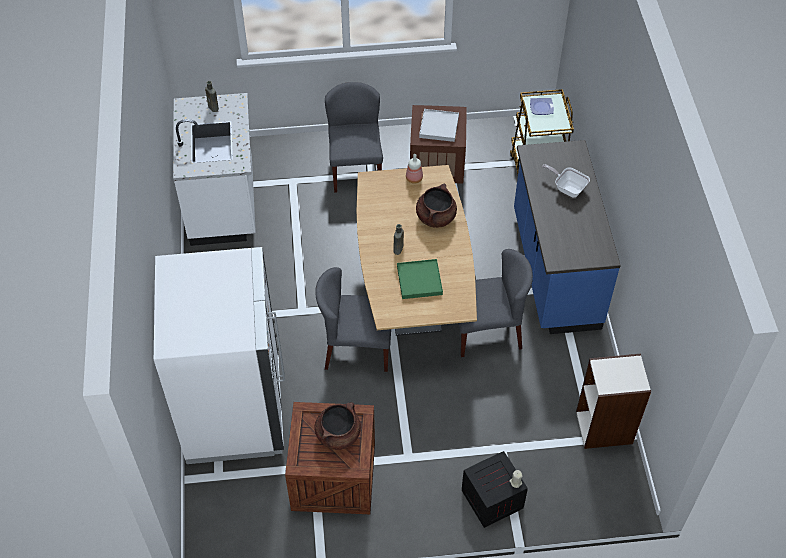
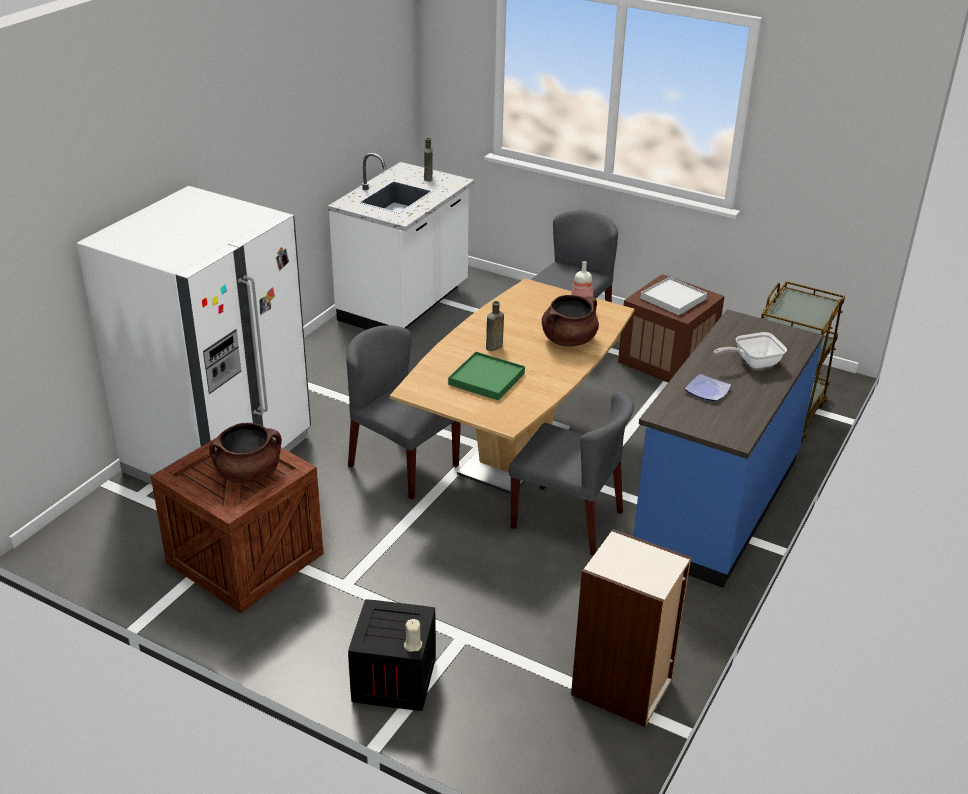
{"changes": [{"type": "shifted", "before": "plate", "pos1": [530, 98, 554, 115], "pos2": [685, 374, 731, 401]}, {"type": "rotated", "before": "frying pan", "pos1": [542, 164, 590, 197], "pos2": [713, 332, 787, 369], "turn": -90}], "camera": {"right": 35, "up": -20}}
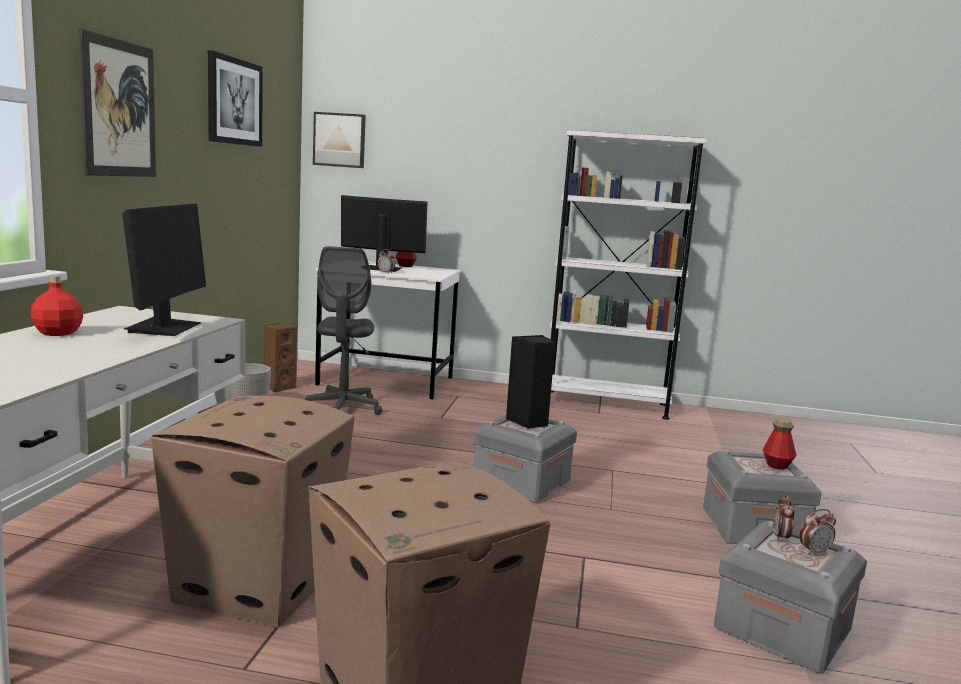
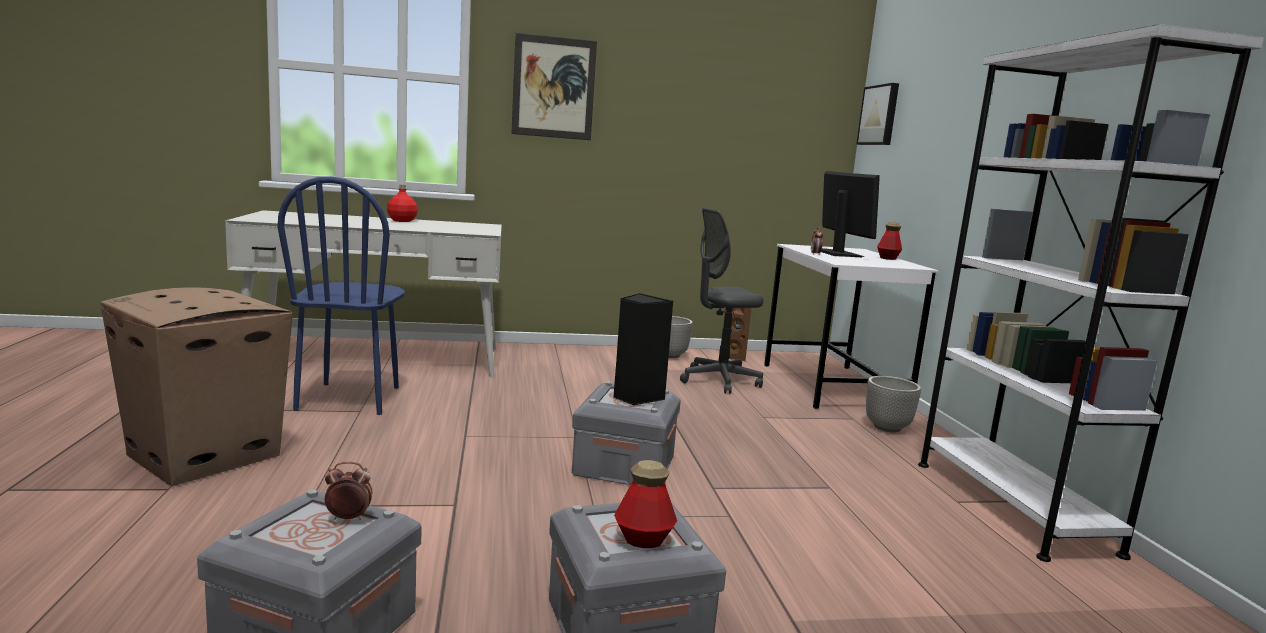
{"changes": [{"type": "swapped", "before": "cardboard box", "after": "blue chair", "pos1": [151, 395, 354, 628], "pos2": [278, 176, 405, 415]}, {"type": "new", "after": "planter", "pos2": [866, 376, 921, 433]}, {"type": "gone", "before": "monitor", "pos1": [122, 204, 206, 336]}, {"type": "gone", "before": "picture", "pos1": [208, 50, 263, 147]}, {"type": "gone", "before": "alarm clock", "pos1": [799, 509, 836, 555]}], "camera": {"right": 70, "up": 0}}
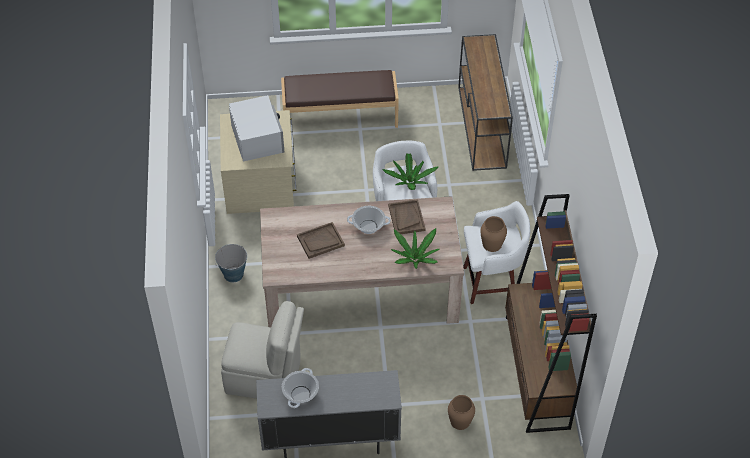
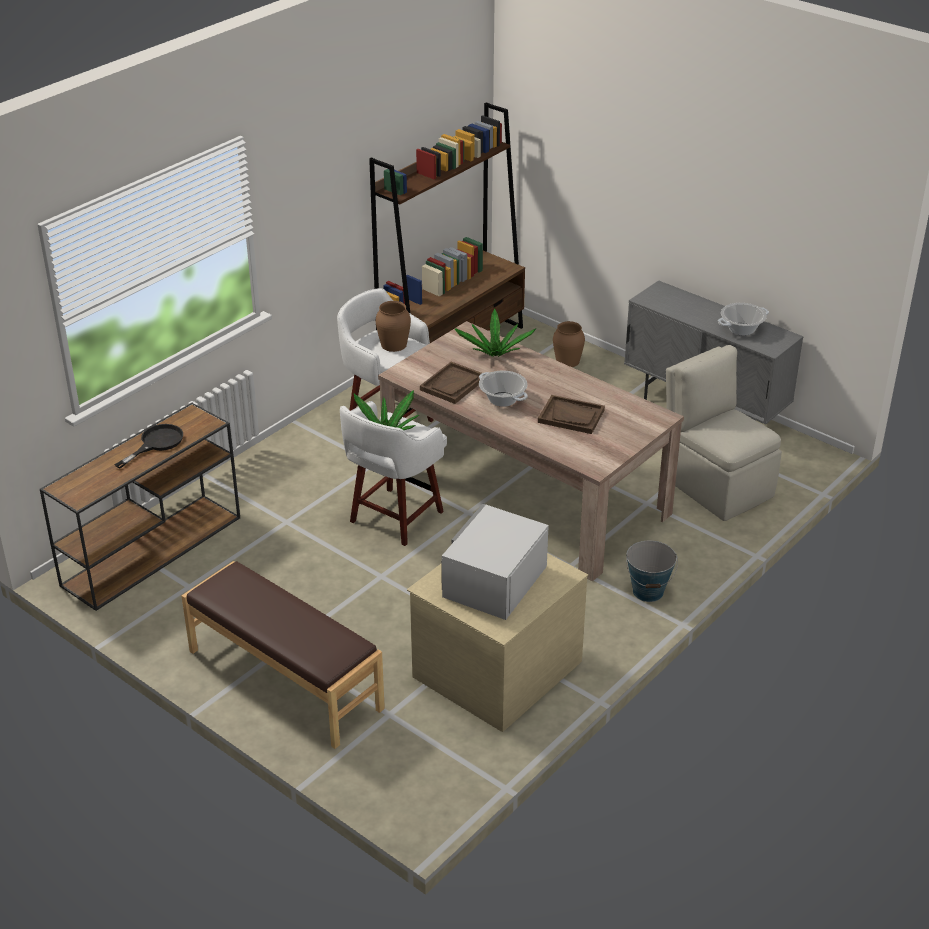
{"changes": [{"type": "new", "after": "black frying pan", "pos2": [115, 424, 183, 469]}], "camera": {"right": -135, "up": -15}}
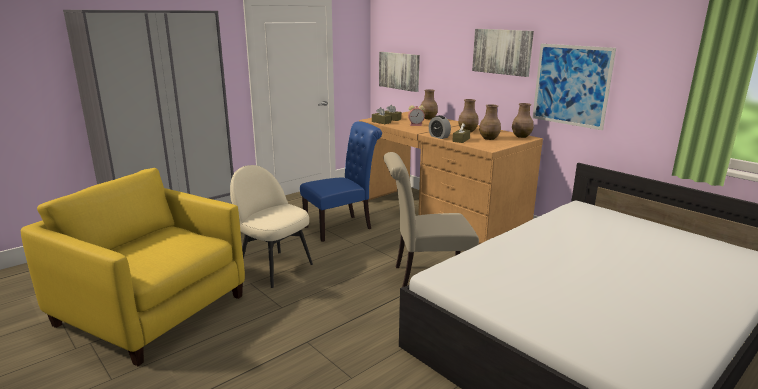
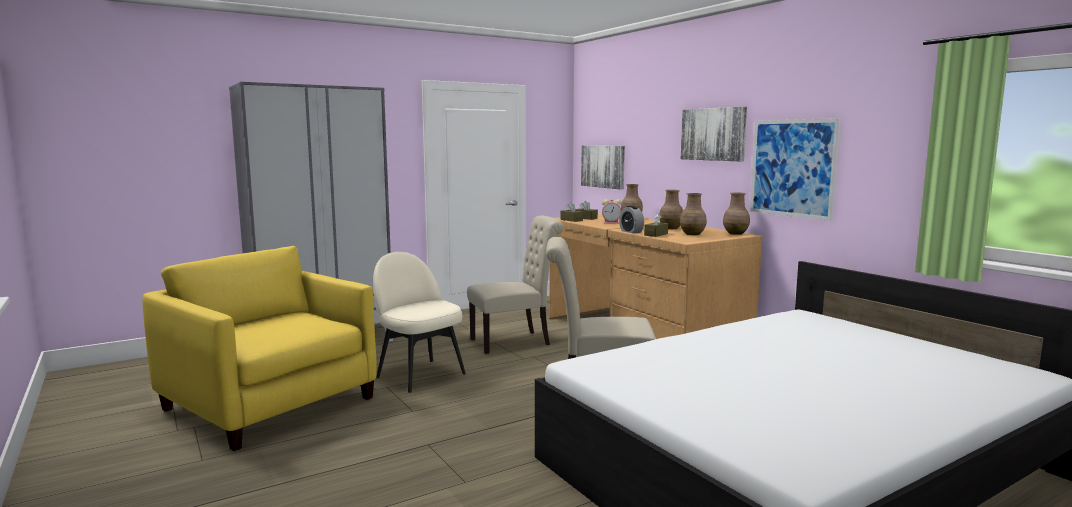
{"changes": [{"type": "repainted", "before": "blue chair", "after": "beige chair", "pos1": [300, 121, 382, 242], "pos2": [467, 216, 564, 354]}], "camera": {"right": 10, "up": -10}}
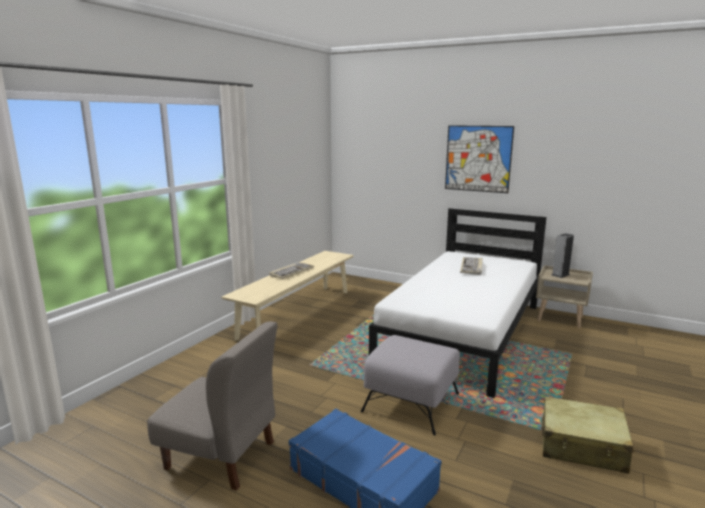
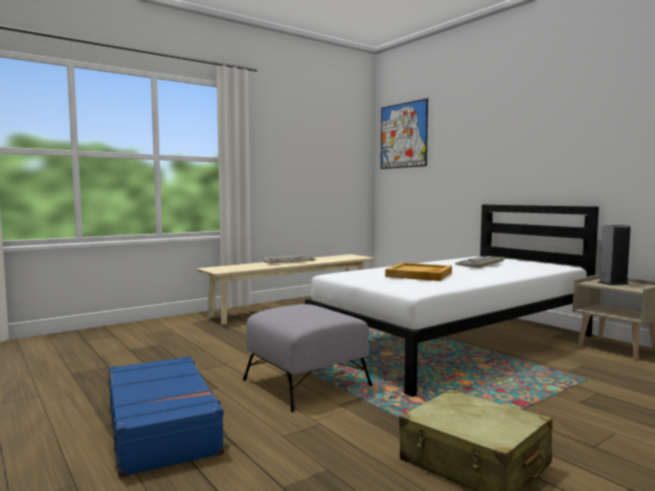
{"changes": [{"type": "shifted", "before": "picture", "pos1": [445, 125, 514, 193], "pos2": [381, 98, 428, 169]}, {"type": "new", "after": "beige tray", "pos2": [385, 263, 452, 281]}, {"type": "gone", "before": "grey chair", "pos1": [147, 322, 278, 490]}], "camera": {"right": 25, "up": -10}}
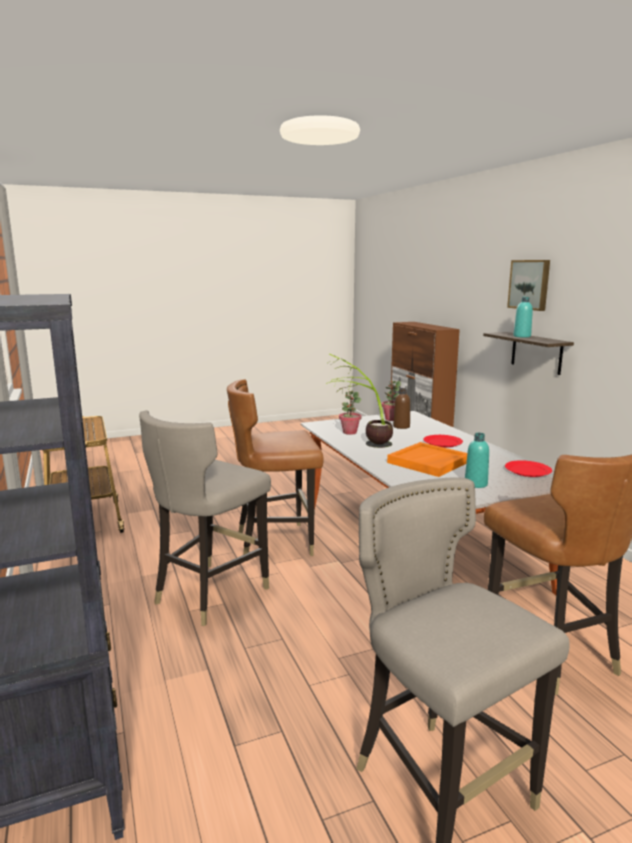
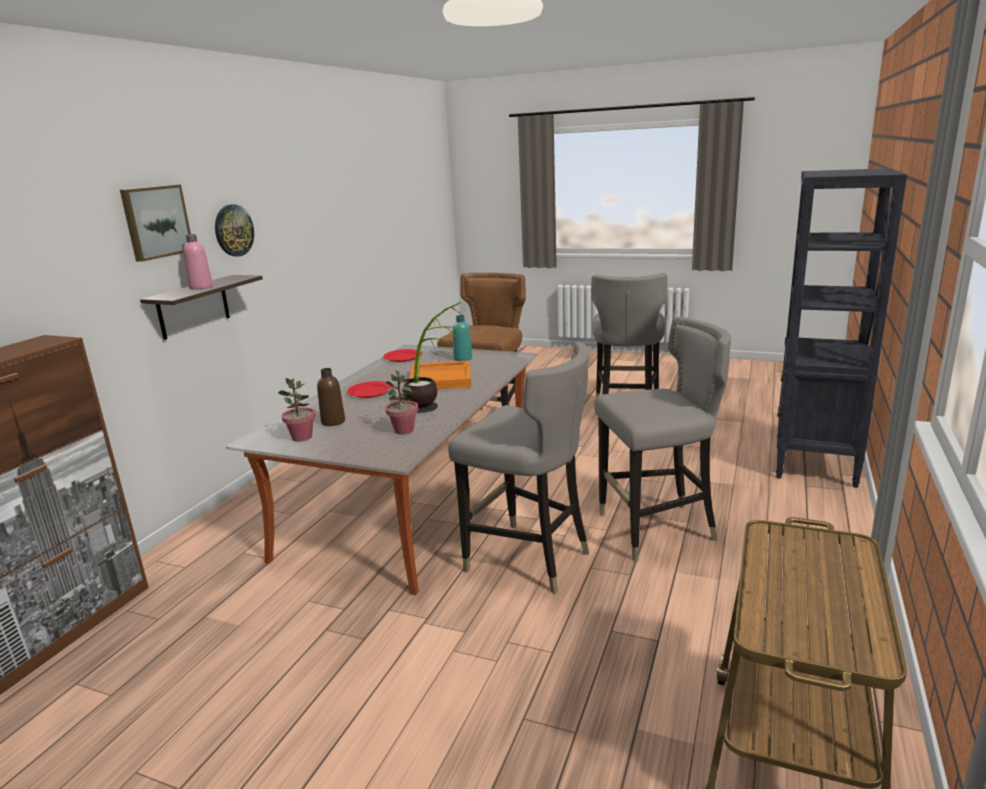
{"changes": [{"type": "repainted", "before": "turquoise bottle", "after": "pink bottle", "pos1": [513, 297, 533, 338], "pos2": [183, 234, 213, 290]}, {"type": "new", "after": "wall clock", "pos2": [215, 204, 254, 256]}, {"type": "swapped", "before": "brown chair", "after": "grey stool", "pos1": [227, 379, 324, 556], "pos2": [448, 342, 589, 594]}], "camera": {"right": -135, "up": 5}}
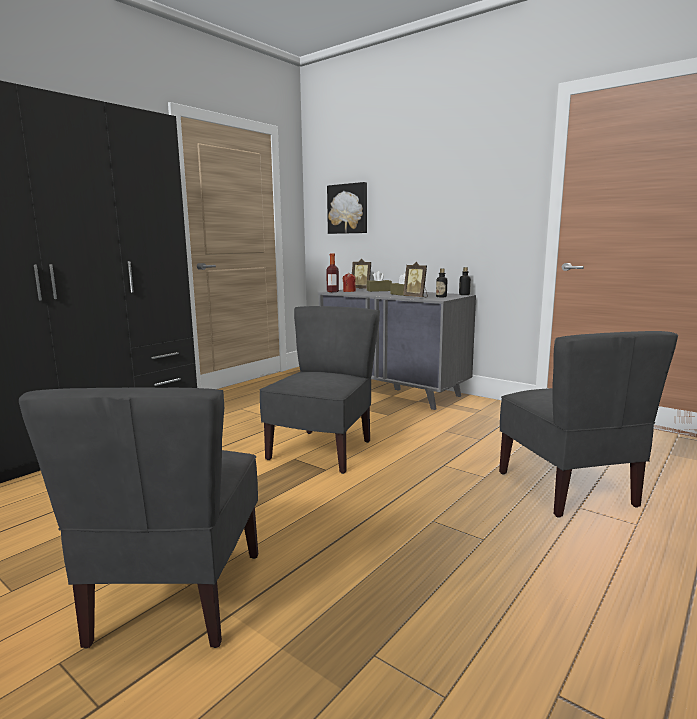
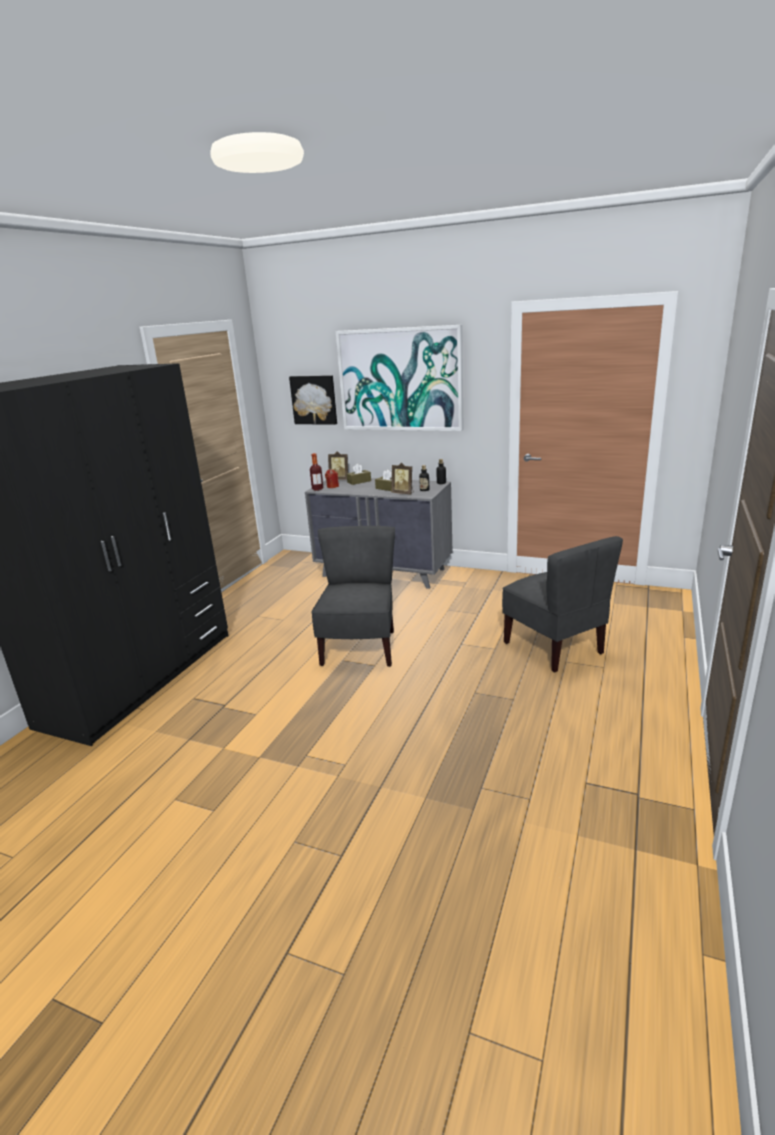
{"changes": [{"type": "new", "after": "picture", "pos2": [336, 325, 464, 431]}, {"type": "gone", "before": "grey chair", "pos1": [19, 387, 258, 648]}], "camera": {"right": -15, "up": 10}}
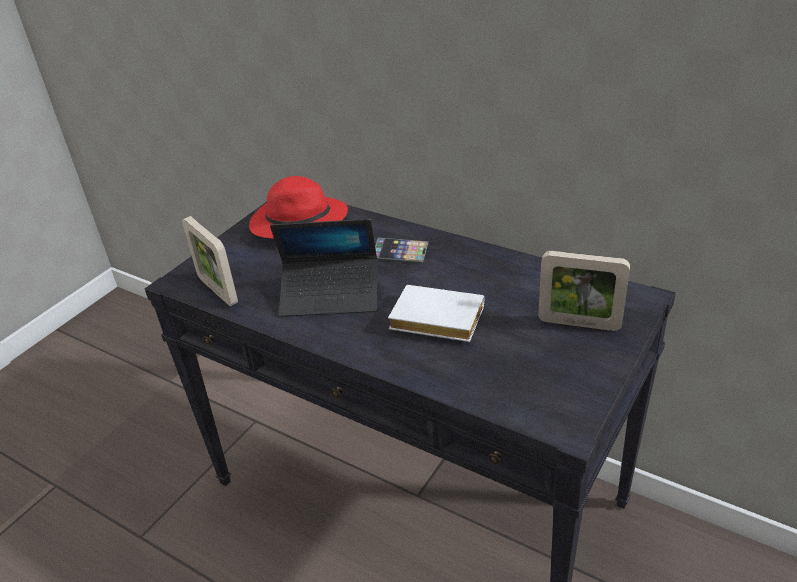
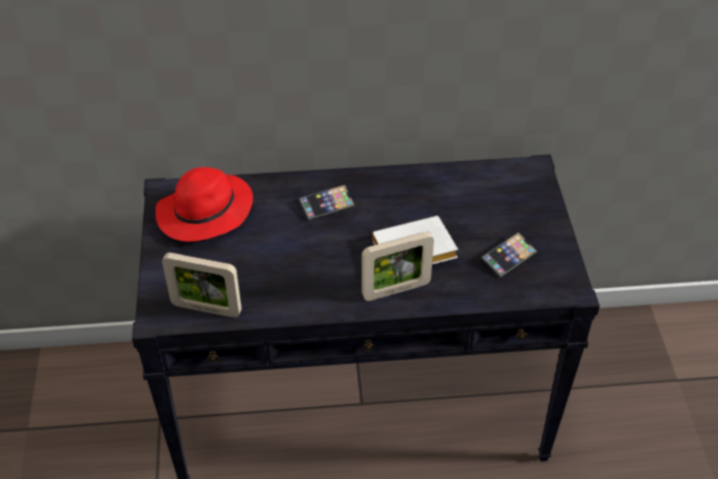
{"changes": [{"type": "shifted", "before": "picture frame", "pos1": [538, 251, 630, 331], "pos2": [362, 232, 434, 301]}, {"type": "new", "after": "phone", "pos2": [481, 233, 537, 278]}, {"type": "gone", "before": "laptop", "pos1": [270, 219, 377, 317]}], "camera": {"right": -40, "up": 10}}
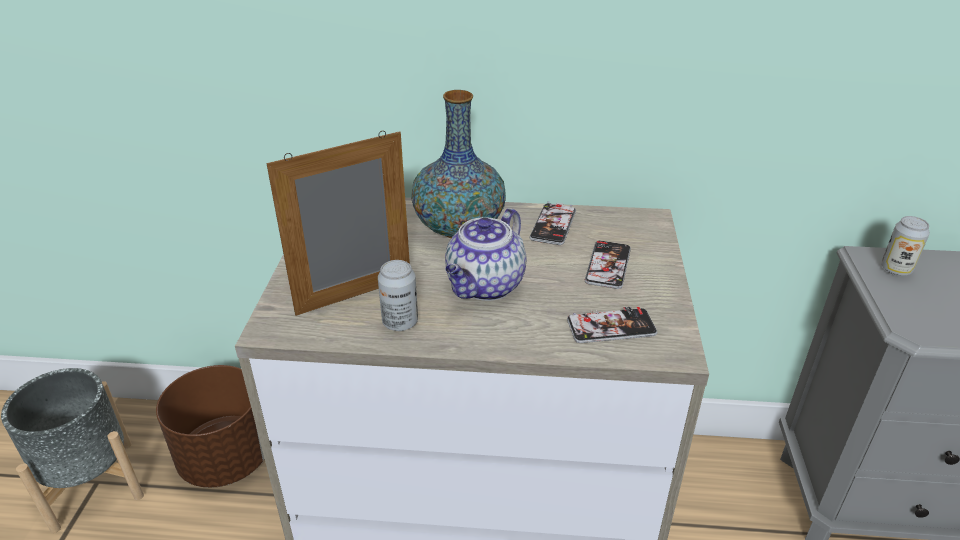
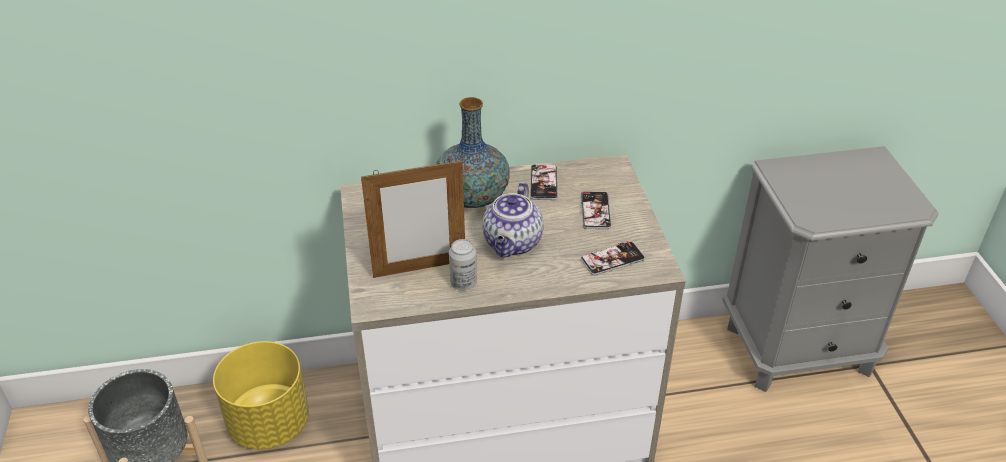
{"changes": [{"type": "repainted", "before": "brown planter", "after": "yellow planter", "pos1": [156, 365, 264, 488], "pos2": [213, 341, 309, 450]}, {"type": "rotated", "before": "picture frame", "pos1": [266, 131, 410, 316], "pos2": [361, 159, 465, 278], "turn": -150}, {"type": "gone", "before": "can", "pos1": [881, 216, 930, 276]}], "camera": {"right": -15, "up": 5}}
